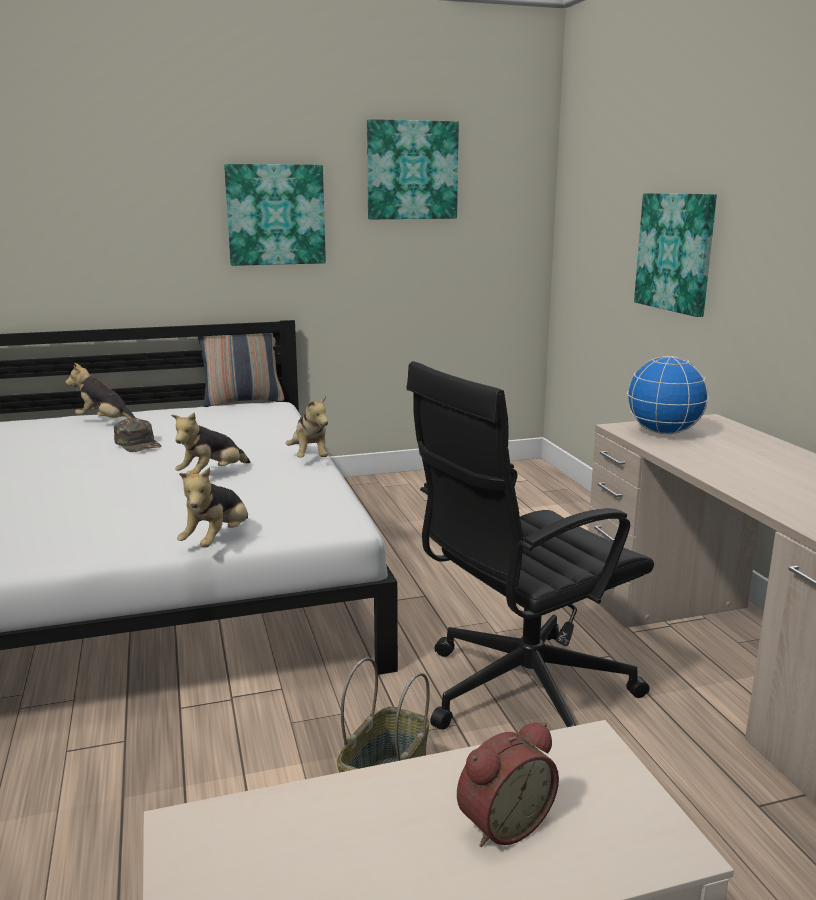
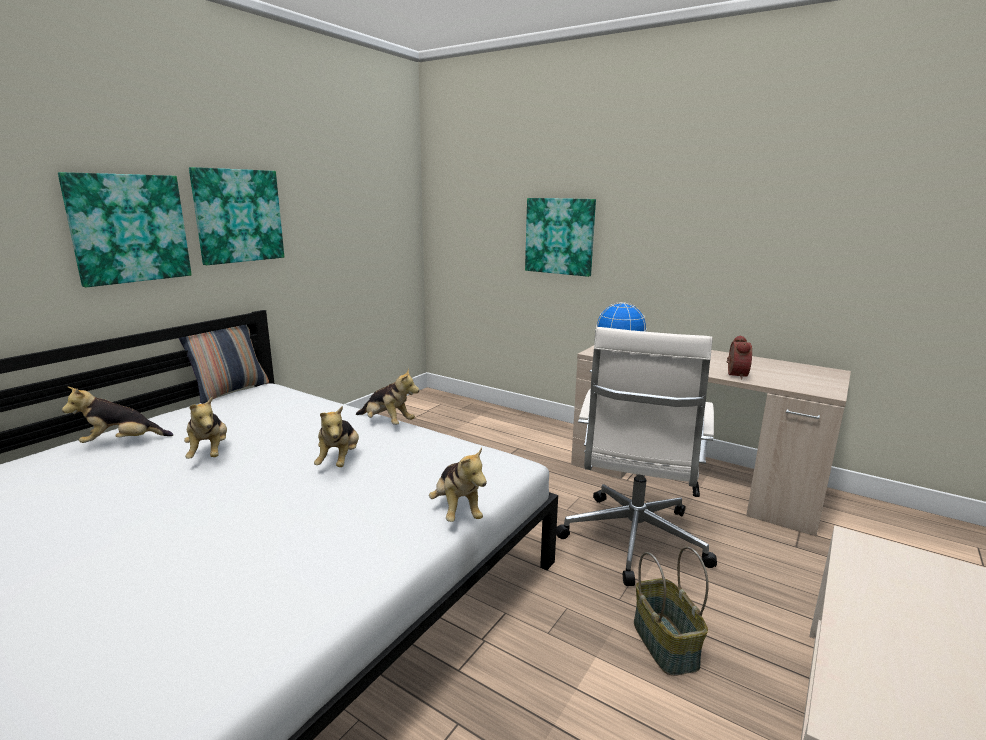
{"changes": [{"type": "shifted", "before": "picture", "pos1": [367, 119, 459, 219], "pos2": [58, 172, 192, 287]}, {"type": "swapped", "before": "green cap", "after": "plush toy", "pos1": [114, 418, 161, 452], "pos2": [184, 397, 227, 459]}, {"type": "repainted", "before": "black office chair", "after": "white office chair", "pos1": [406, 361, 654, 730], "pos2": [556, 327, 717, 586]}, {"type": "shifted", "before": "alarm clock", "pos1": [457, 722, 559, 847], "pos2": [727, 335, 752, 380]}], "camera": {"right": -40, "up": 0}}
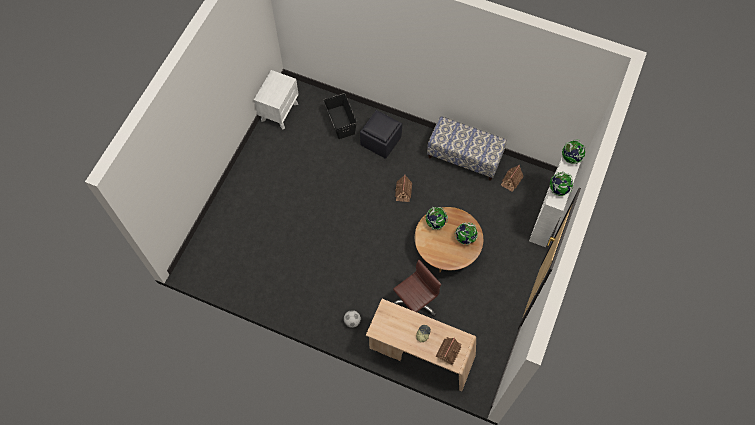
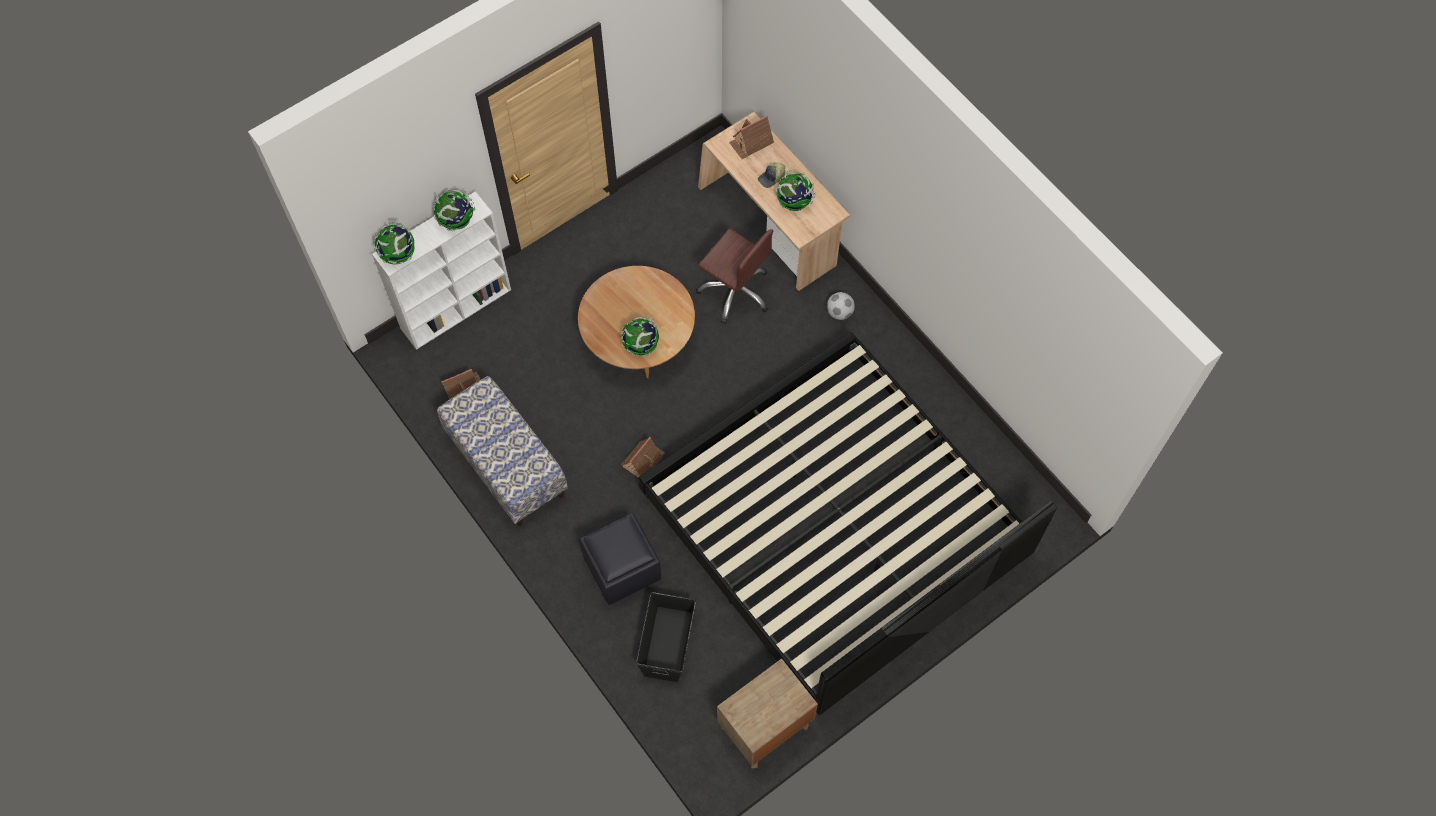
{"changes": [{"type": "new", "after": "bed", "pos2": [638, 332, 1057, 715]}, {"type": "rotated", "before": "brown office chair", "pos1": [393, 260, 441, 317], "pos2": [696, 228, 773, 324], "turn": -135}, {"type": "repainted", "before": "white nightstand", "after": "brown nightstand", "pos1": [254, 70, 299, 130], "pos2": [717, 659, 818, 768]}, {"type": "shifted", "before": "globe", "pos1": [454, 222, 478, 245], "pos2": [776, 170, 816, 211]}], "camera": {"right": -150, "up": 0}}
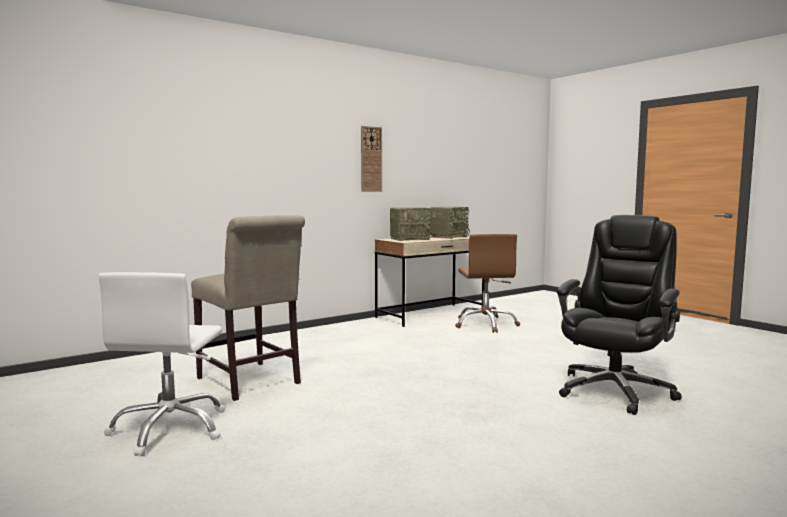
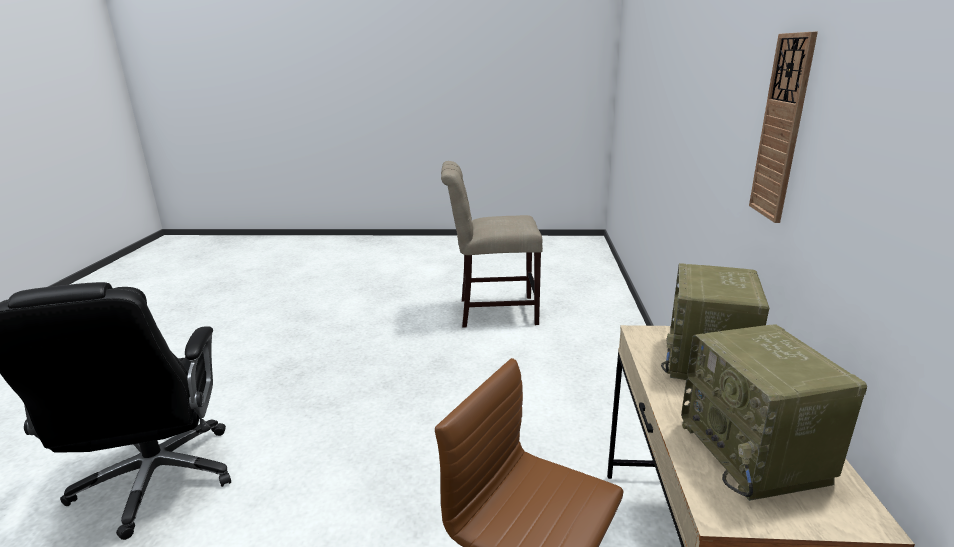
{"changes": [{"type": "gone", "before": "white office chair", "pos1": [98, 272, 225, 456]}], "camera": {"right": 130, "up": 15}}
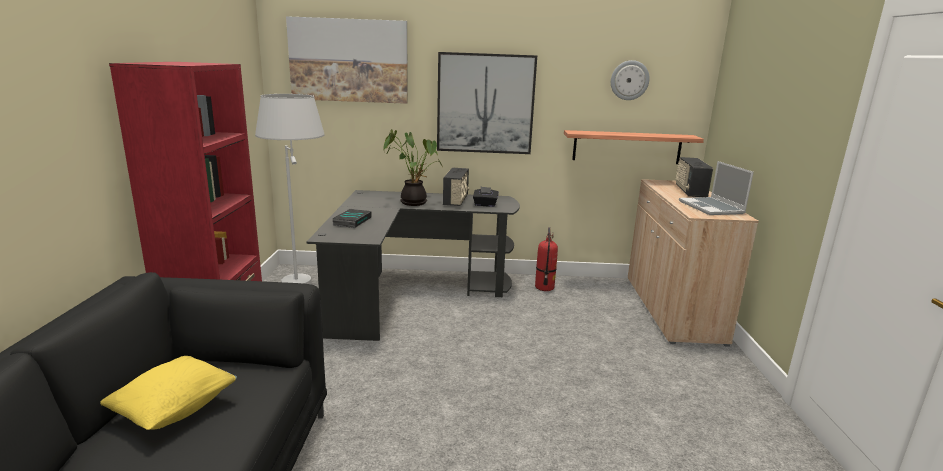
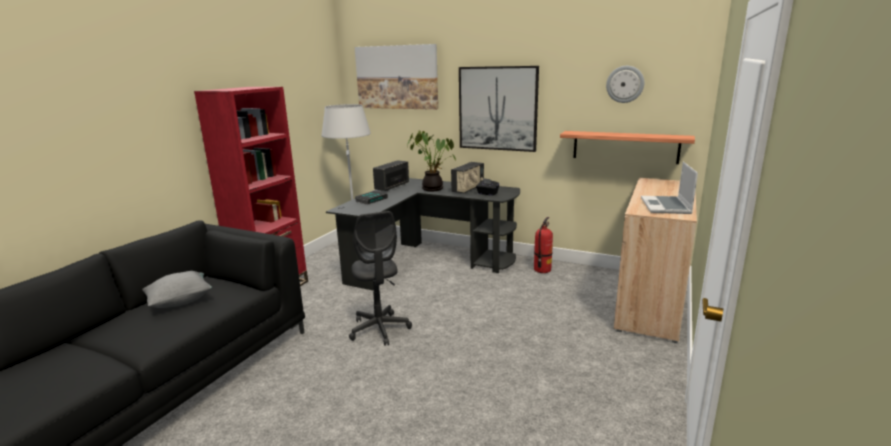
{"changes": [{"type": "repainted", "before": "yellow pillow", "after": "grey pillow", "pos1": [100, 356, 237, 430], "pos2": [142, 271, 212, 308]}, {"type": "new", "after": "grey office chair", "pos2": [349, 211, 412, 346]}, {"type": "shifted", "before": "radio", "pos1": [676, 157, 713, 197], "pos2": [373, 160, 409, 191]}], "camera": {"right": 25, "up": 0}}
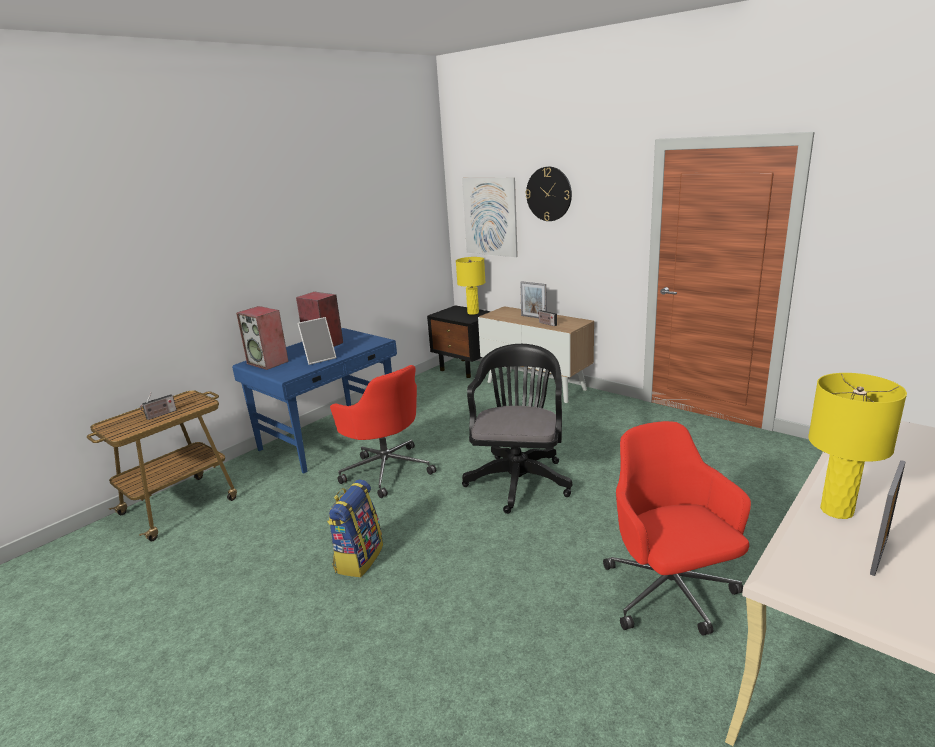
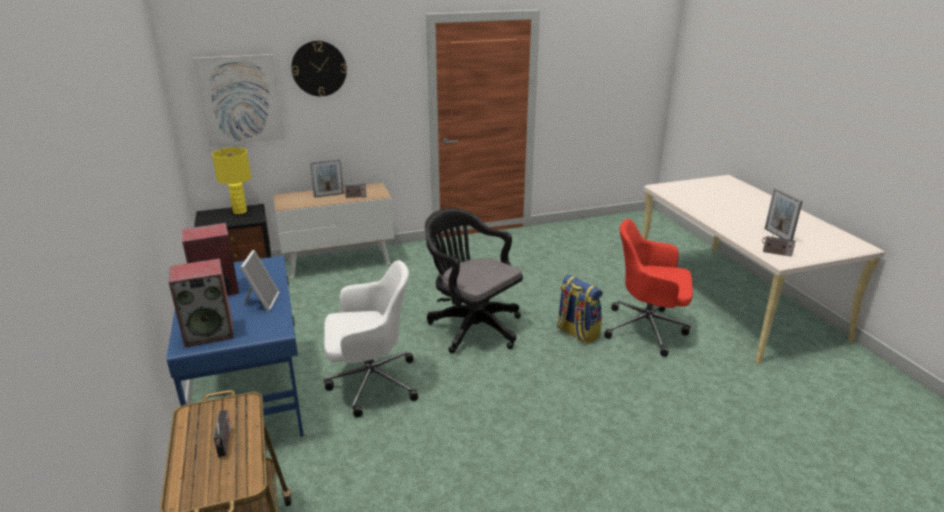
{"changes": [{"type": "repainted", "before": "red office chair", "after": "white office chair", "pos1": [330, 365, 436, 498], "pos2": [324, 260, 418, 417]}, {"type": "shifted", "before": "backpack", "pos1": [327, 479, 383, 577], "pos2": [557, 275, 603, 344]}, {"type": "new", "after": "radio", "pos2": [762, 231, 795, 257]}, {"type": "gone", "before": "yellow table lamp", "pos1": [808, 373, 907, 519]}], "camera": {"right": -60, "up": 5}}
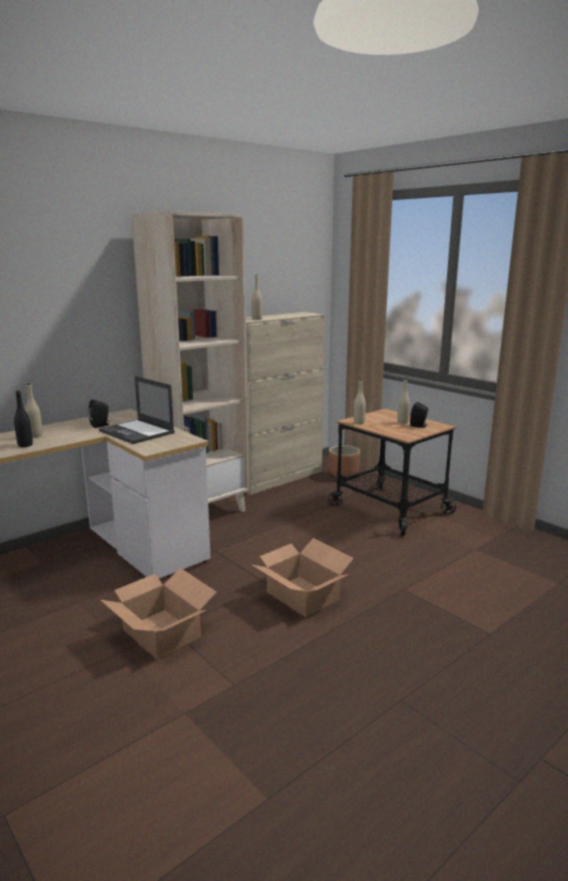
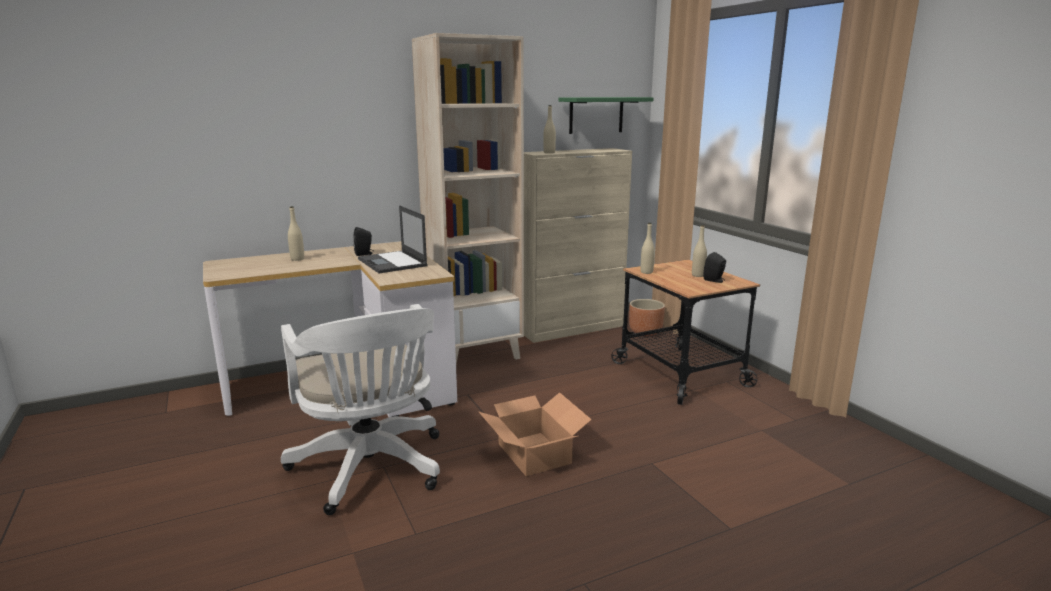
{"changes": [{"type": "swapped", "before": "cardboard box", "after": "white office chair", "pos1": [101, 568, 216, 659], "pos2": [281, 304, 440, 515]}, {"type": "new", "after": "green shelf", "pos2": [558, 97, 654, 134]}, {"type": "gone", "before": "black bottle", "pos1": [14, 390, 33, 447]}], "camera": {"right": 15, "up": 0}}
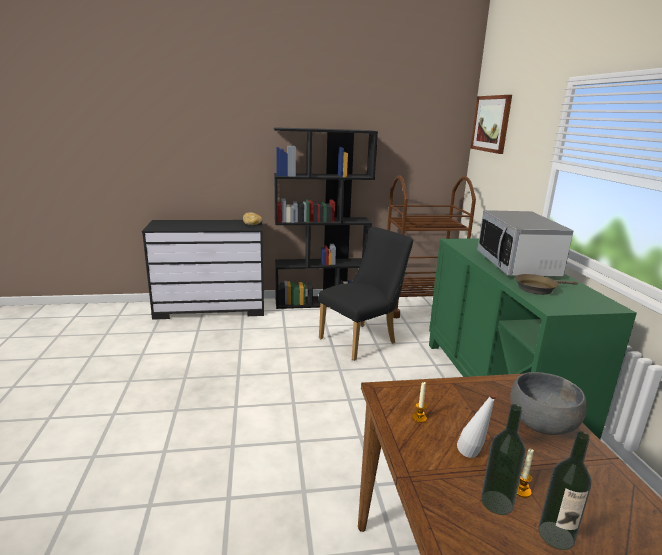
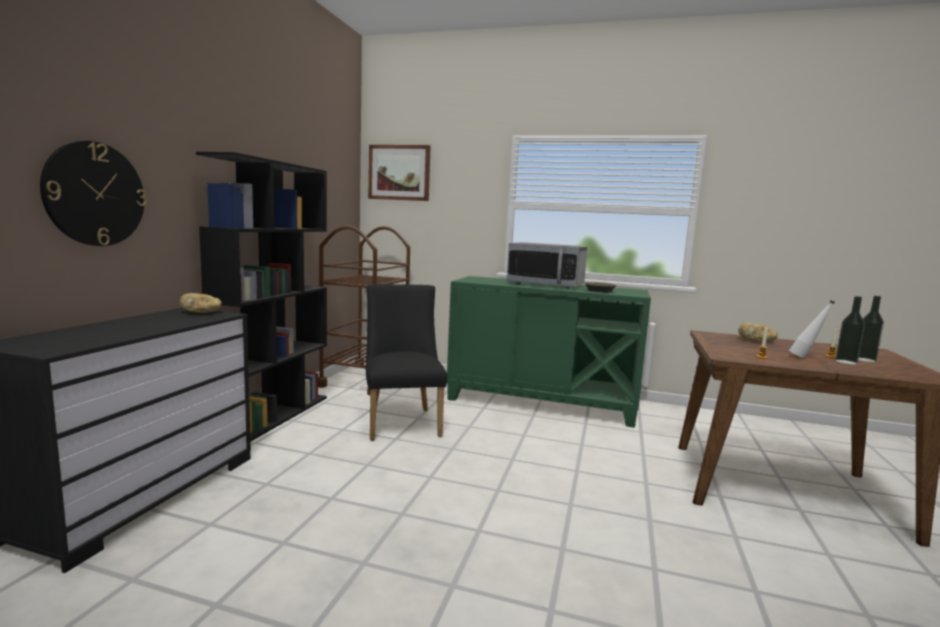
{"changes": [{"type": "new", "after": "wall clock", "pos2": [40, 141, 146, 246]}, {"type": "swapped", "before": "grey bowl", "after": "bread", "pos1": [510, 372, 587, 435], "pos2": [738, 322, 778, 342]}], "camera": {"right": -65, "up": -10}}
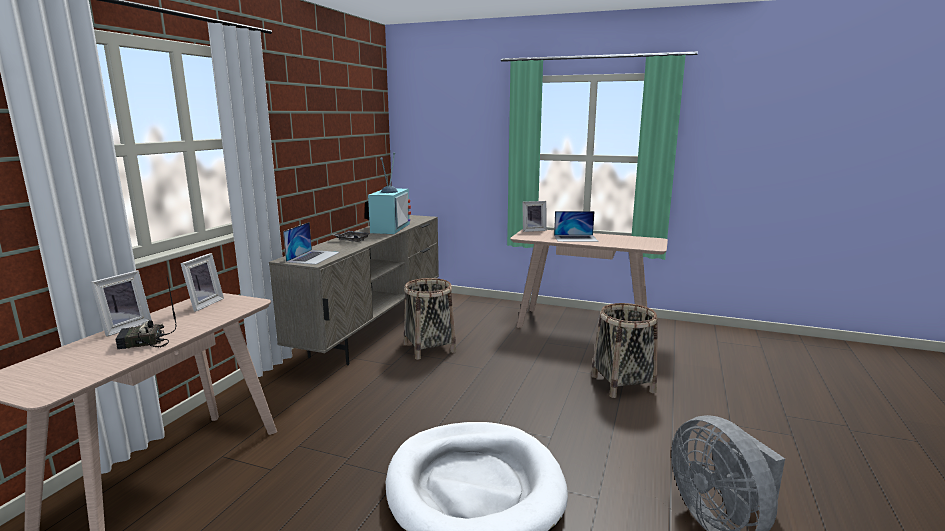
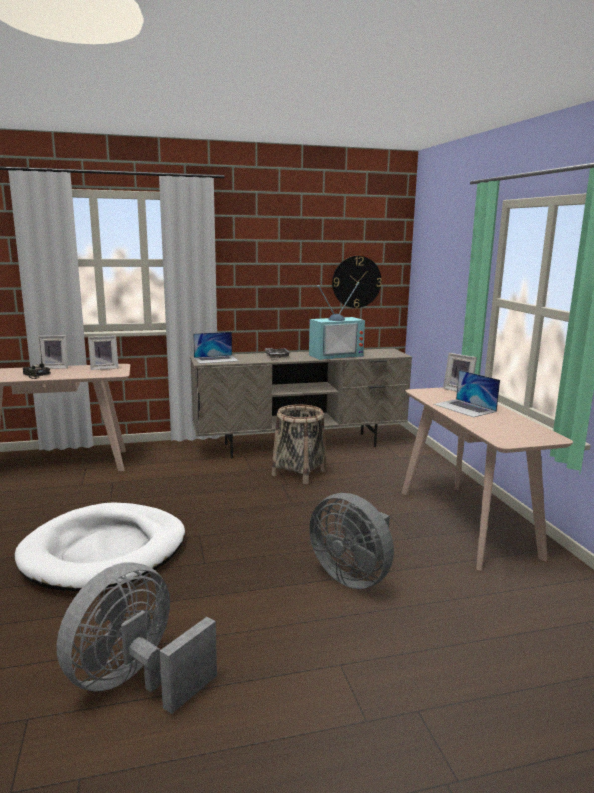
{"changes": [{"type": "swapped", "before": "basket", "after": "grey fan", "pos1": [591, 303, 658, 398], "pos2": [309, 493, 394, 589]}, {"type": "new", "after": "wall clock", "pos2": [332, 256, 382, 308]}], "camera": {"right": 55, "up": 0}}
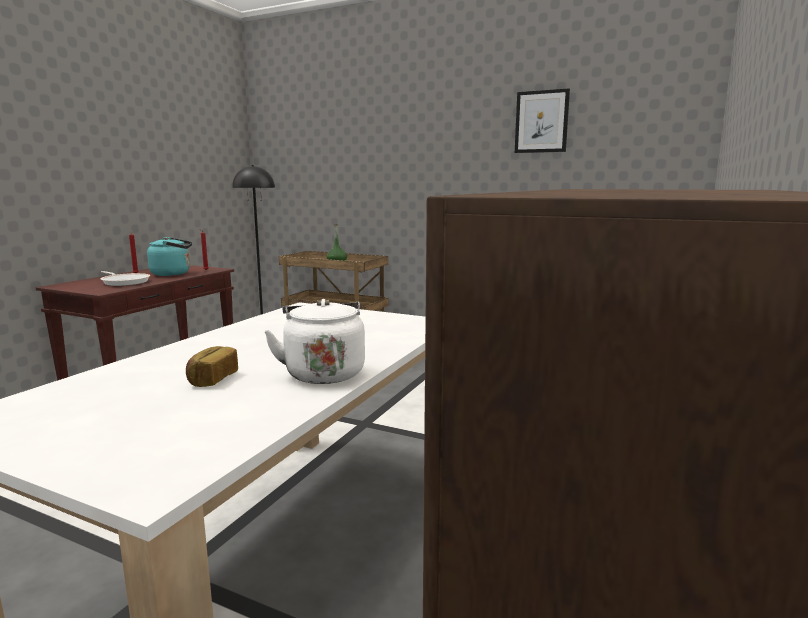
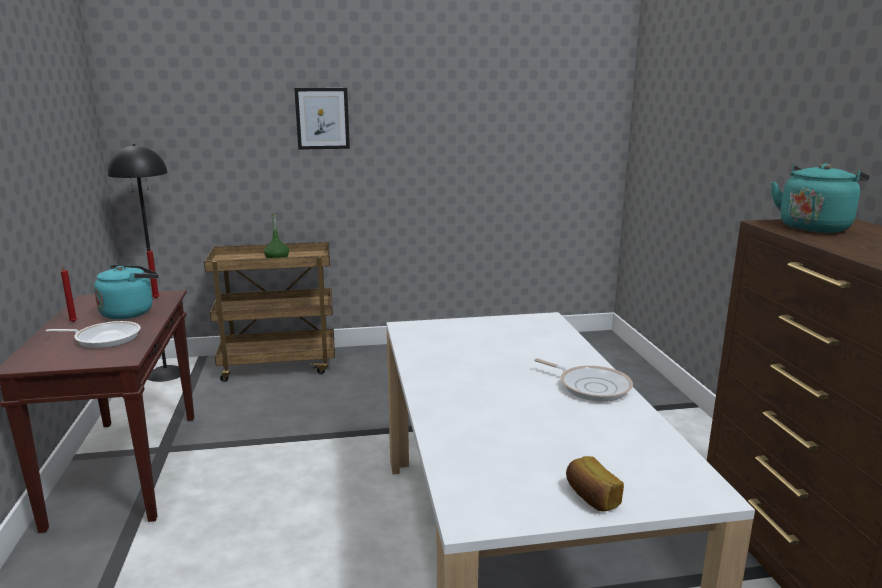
{"changes": [{"type": "shifted", "before": "picture", "pos1": [515, 88, 570, 153], "pos2": [294, 88, 350, 150]}, {"type": "swapped", "before": "white kettle", "after": "frying pan", "pos1": [264, 299, 365, 384], "pos2": [534, 358, 633, 402]}, {"type": "shifted", "before": "bread", "pos1": [186, 346, 238, 387], "pos2": [566, 456, 624, 511]}, {"type": "new", "after": "turquoise kettle", "pos2": [771, 163, 870, 233]}], "camera": {"right": -35, "up": 5}}
